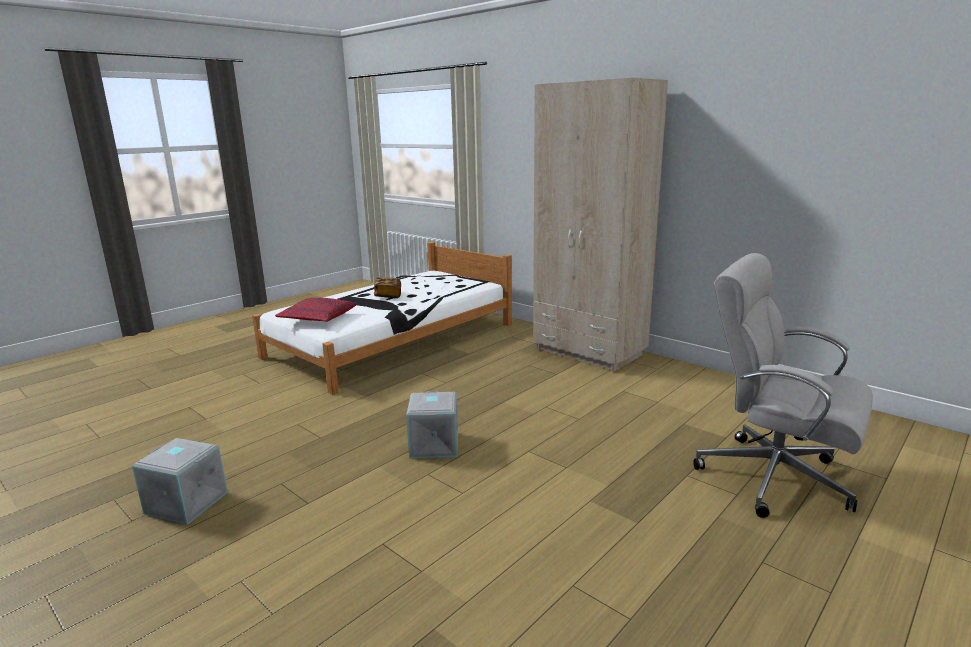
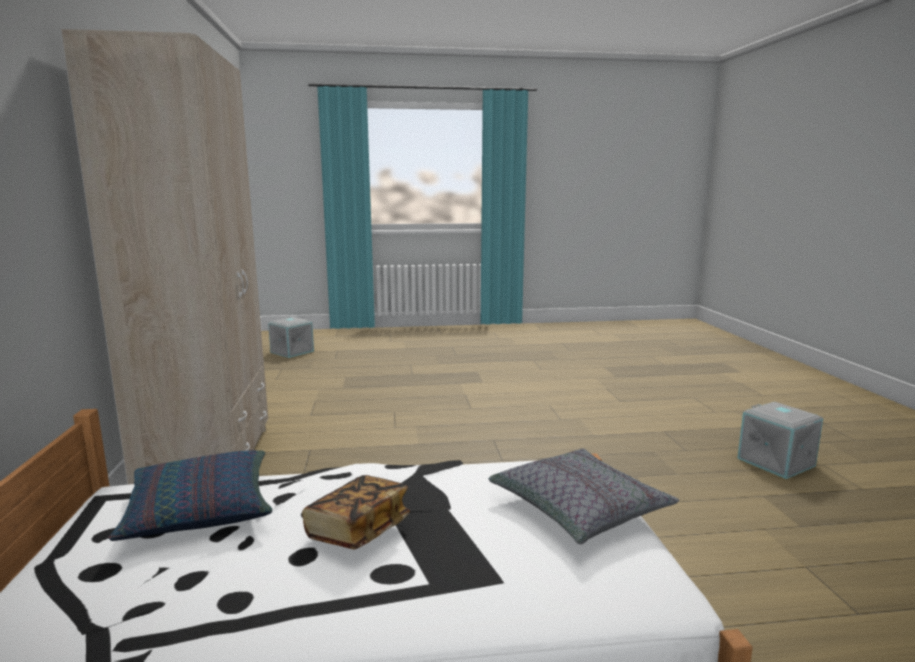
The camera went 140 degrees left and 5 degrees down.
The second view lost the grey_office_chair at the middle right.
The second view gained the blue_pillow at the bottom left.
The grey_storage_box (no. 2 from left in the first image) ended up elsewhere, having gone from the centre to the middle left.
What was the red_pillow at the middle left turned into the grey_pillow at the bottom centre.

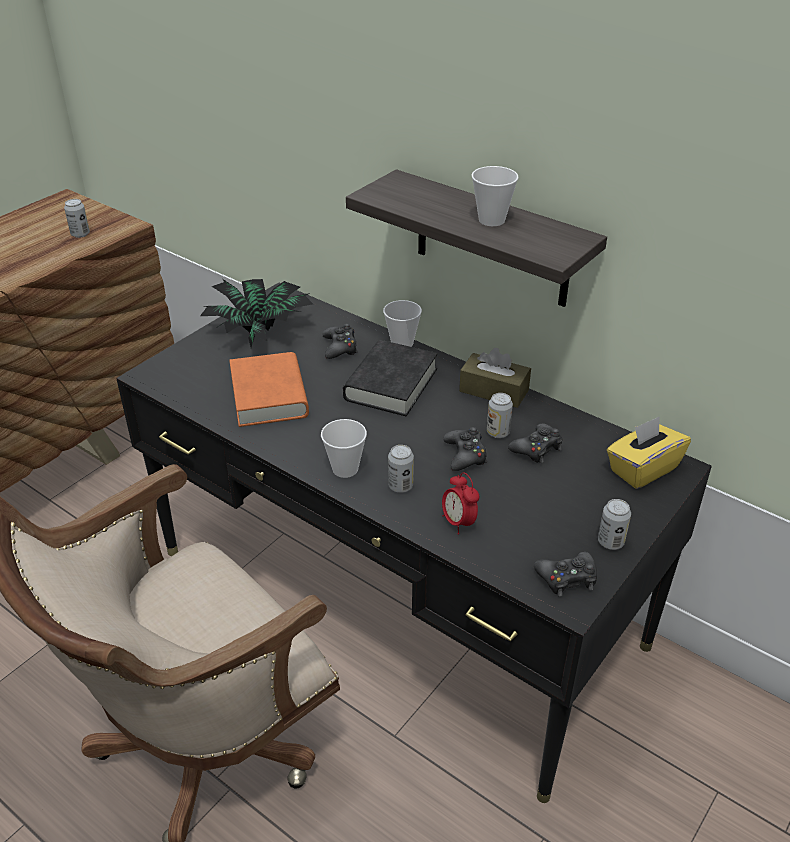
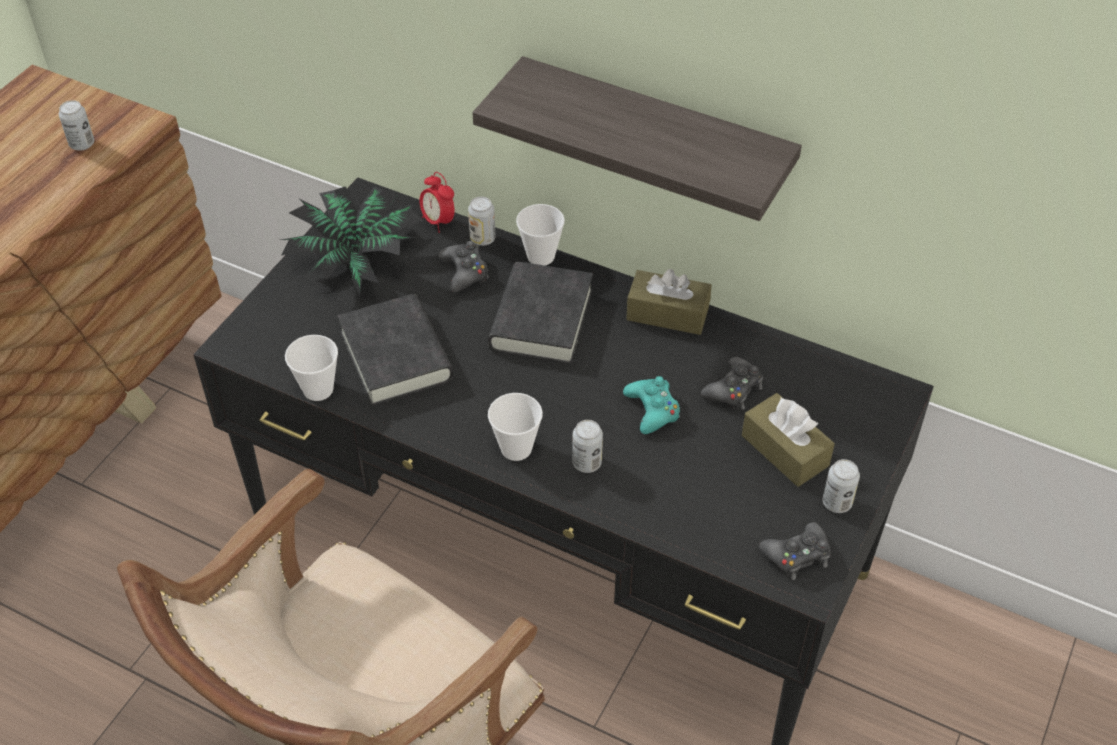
The camera went 10 degrees left and 10 degrees up.
The second view lost the yellow_tissue_box at the middle right.
The second view gained the brown_tissue_box (no. 2 from left) at the middle right.
The alarm_clock ended up elsewhere, having gone from the centre to the top centre.
The cup (no. 3 from left in the first image) ended up elsewhere, having gone from the top centre to the middle left.
The can (no. 3 from left in the first image) ended up elsewhere, having gone from the centre to the top centre.
What was the orange_book at the centre turned into the black_book (no. 1 from left) at the centre.
What was the black_game_controller (no. 2 from left) at the centre turned into the turquoise_game_controller at the centre.

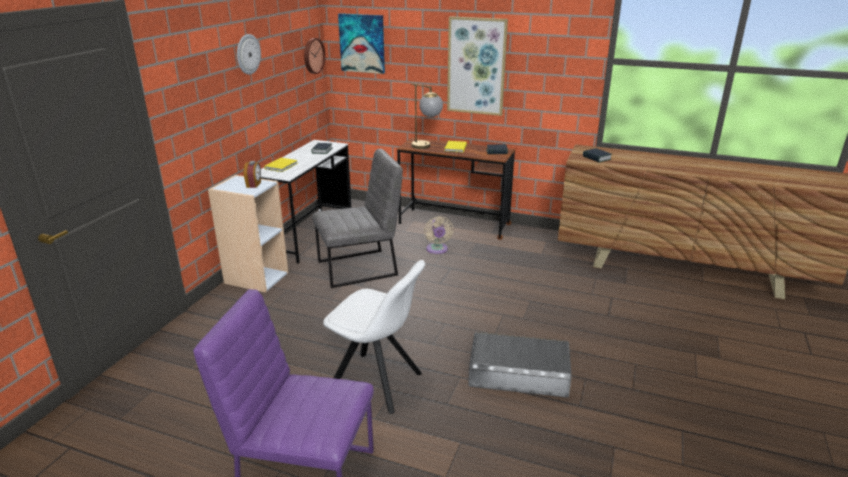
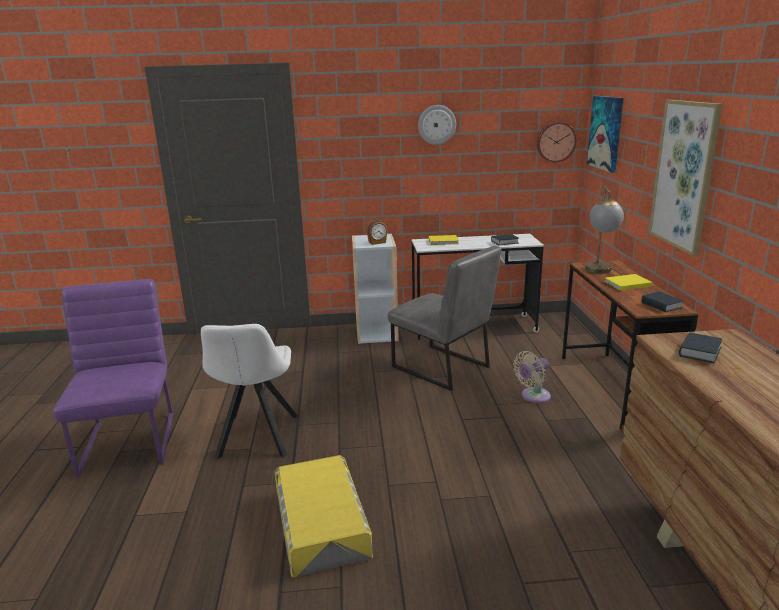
The camera went 65 degrees right and 5 degrees down.
What was the grey_storage_box at the bottom centre turned into the yellow_storage_box at the bottom centre.

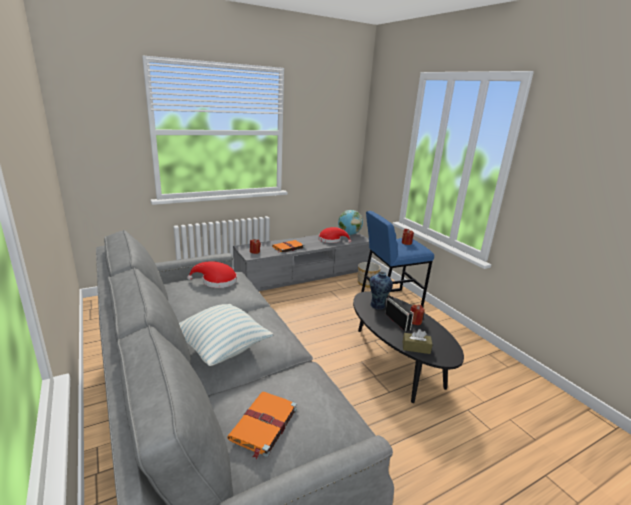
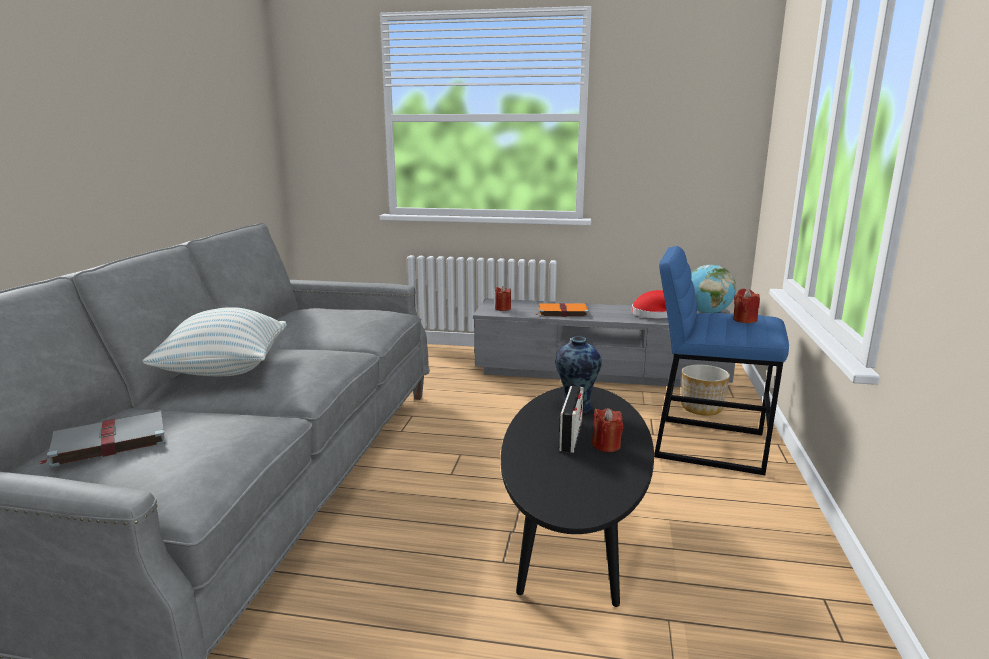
The camera went 40 degrees right and 5 degrees down.
The second view lost the red_hat (no. 1 from left) at the centre.
The second view lost the brown_tissue_box at the bottom centre.
What was the orange_book (no. 1 from left) at the bottom centre turned into the grey_book at the middle left.

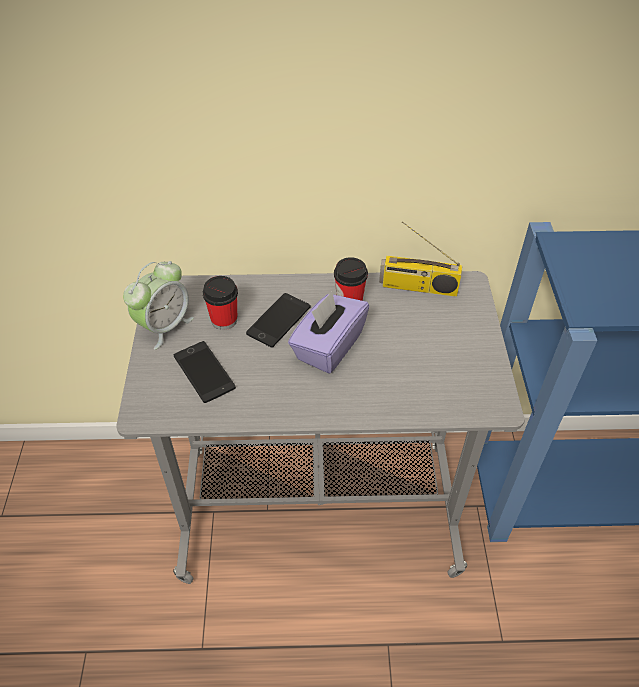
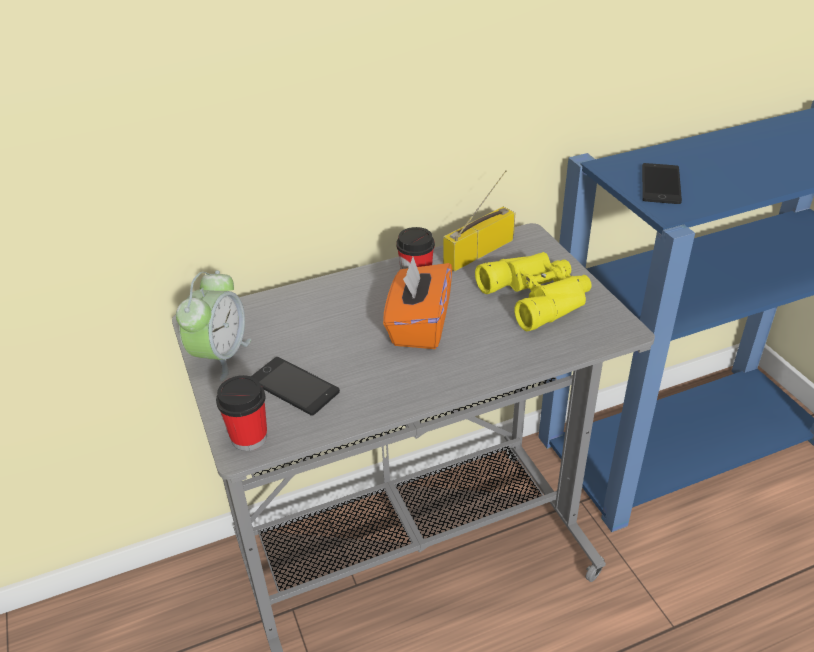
The camera went 20 degrees left and 10 degrees down.
The second view gained the yellow_binoculars at the centre.
The cup (no. 1 from left) ended up elsewhere, having gone from the centre to the middle left.
The phone (no. 2 from left) ended up elsewhere, having gone from the centre to the top right.
What was the purple_tissue_box at the centre turned into the orange_tissue_box at the centre.
The radio at the centre ended up facing another way, 150 degrees clockwise from before.

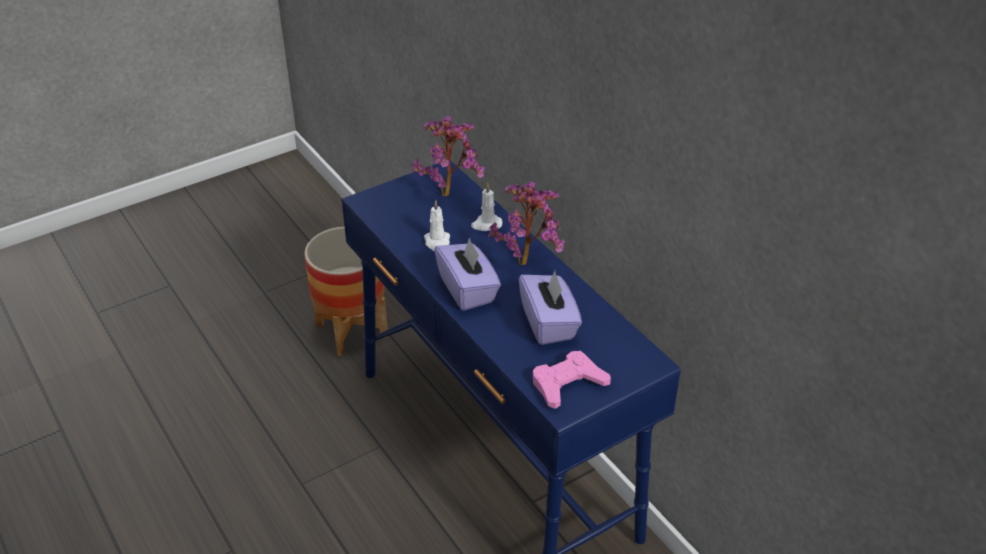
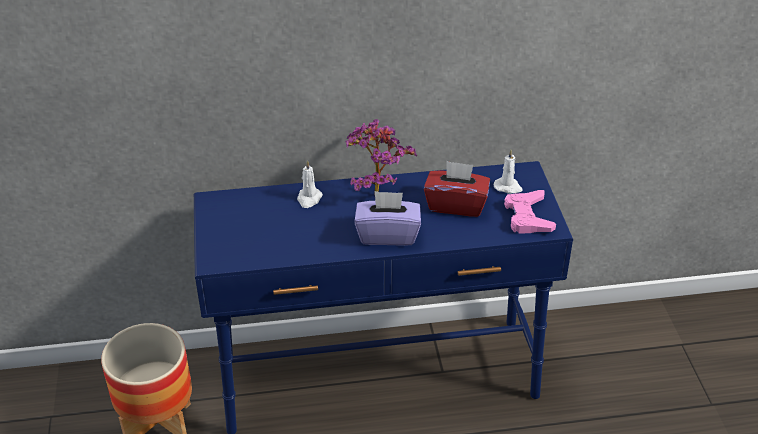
The camera went 65 degrees left and 0 degrees up.
The second view lost the potted_plant (no. 1 from left) at the top centre.
The white_candle (no. 1 from left in the first image) ended up elsewhere, having gone from the centre to the middle right.
What was the purple_tissue_box (no. 2 from left) at the centre turned into the red_tissue_box at the centre.

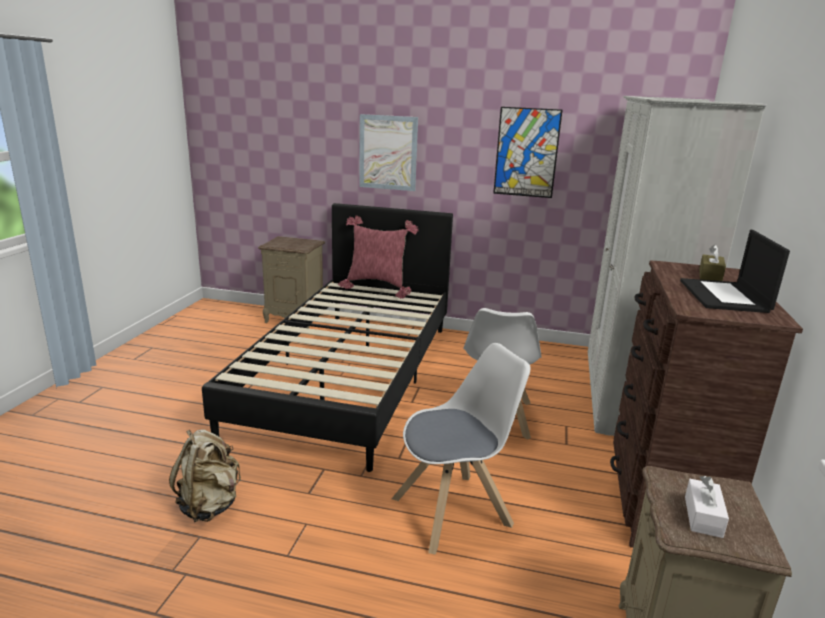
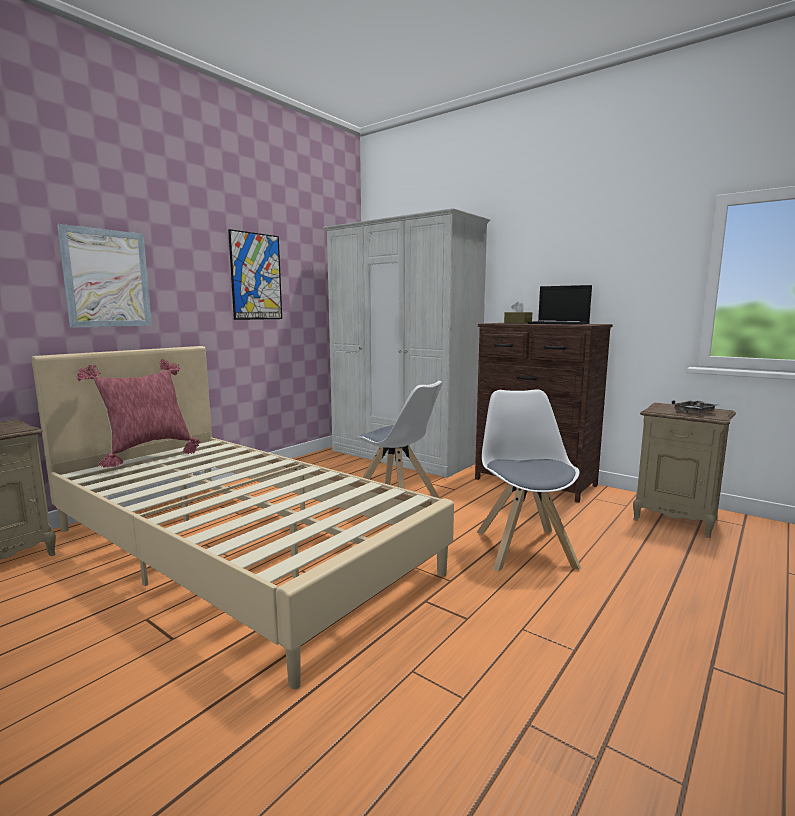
The camera went 65 degrees left and 10 degrees down.
The second view lost the beige_backpack at the bottom left.
Where the white_tissue_box stood at the bottom right, the grey_tray came to stand at the middle right.
What was the black_bed at the centre turned into the beige_bed at the middle left.

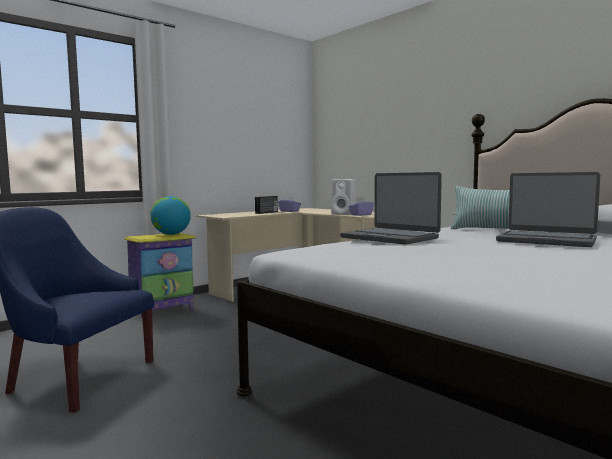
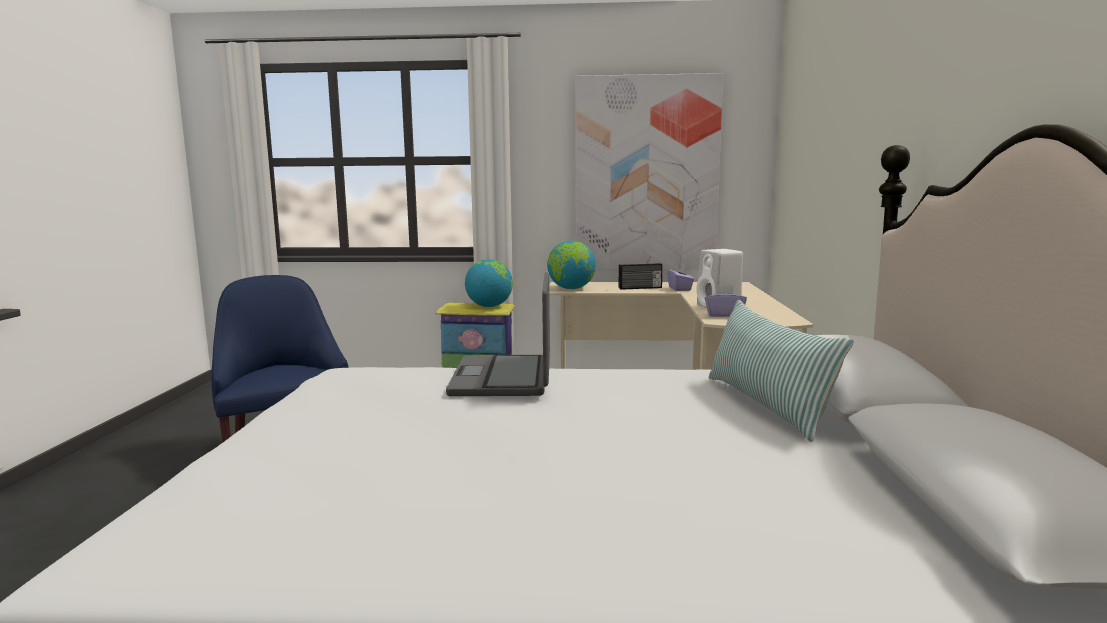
The camera went 45 degrees right and 5 degrees up.
The second view lost the laptop (no. 2 from left) at the middle right.
The second view gained the globe (no. 2 from left) at the centre.
The second view gained the picture at the top centre.

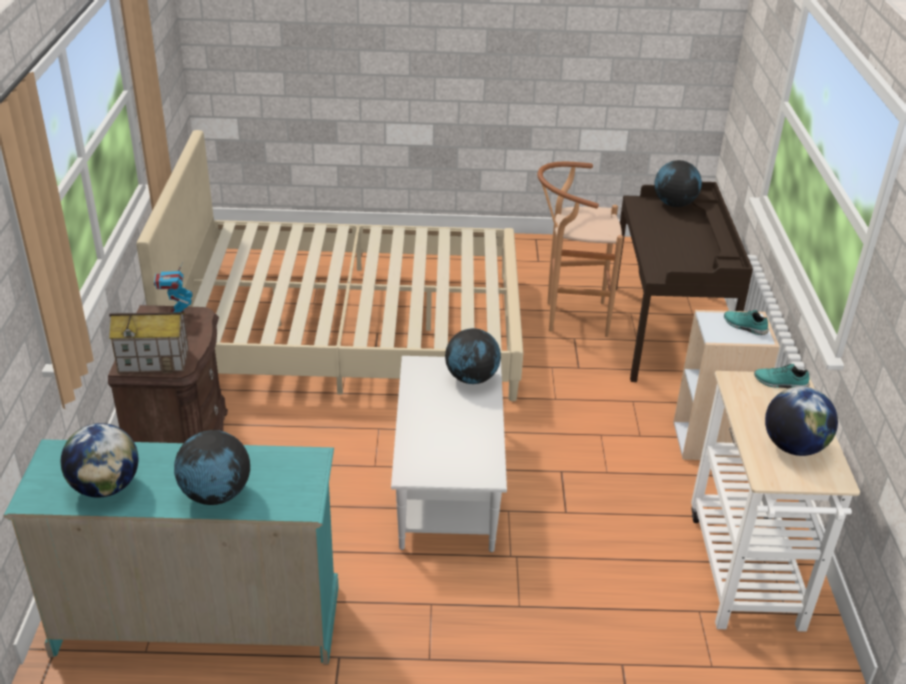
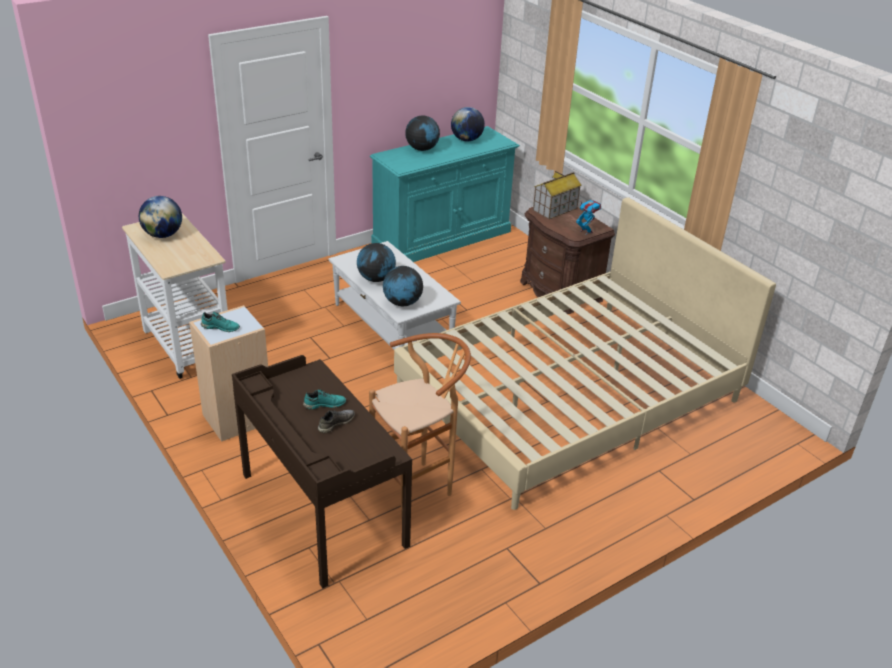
The camera went 145 degrees right and 0 degrees up.
The second view gained the grey_shoe at the centre.
The globe (no. 4 from left in the first image) ended up elsewhere, having gone from the top right to the centre.
The turquoise_shoe (no. 2 from left) ended up elsewhere, having gone from the middle right to the centre.

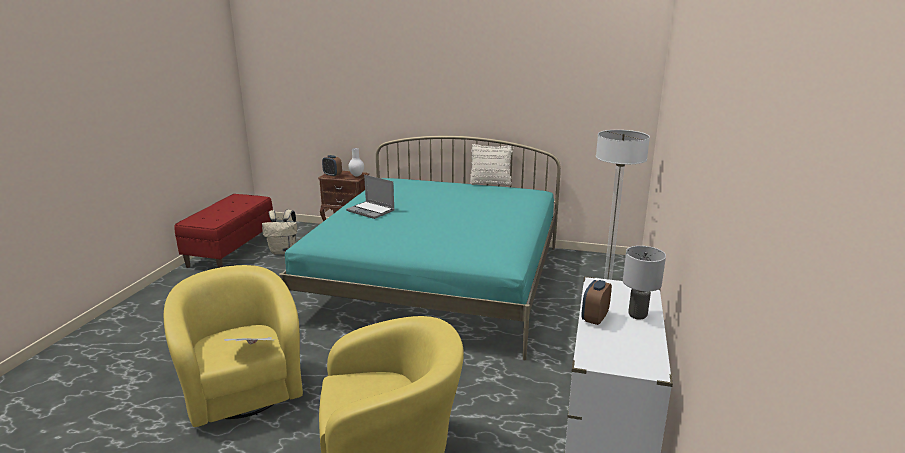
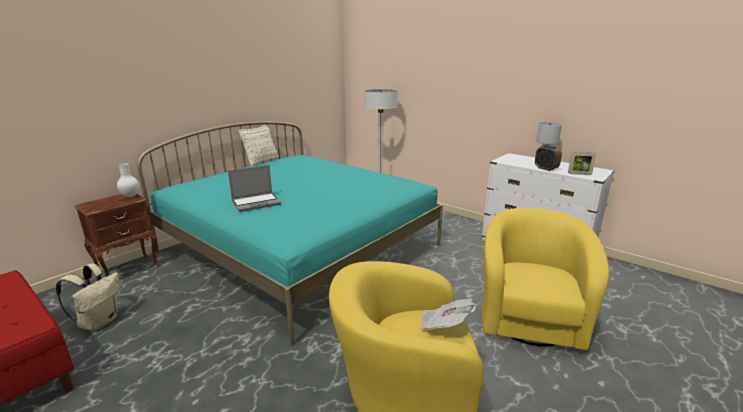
The camera went 65 degrees left and 0 degrees up.
The second view lost the alarm_clock (no. 1 from left) at the centre.
The second view gained the picture_frame at the middle right.

